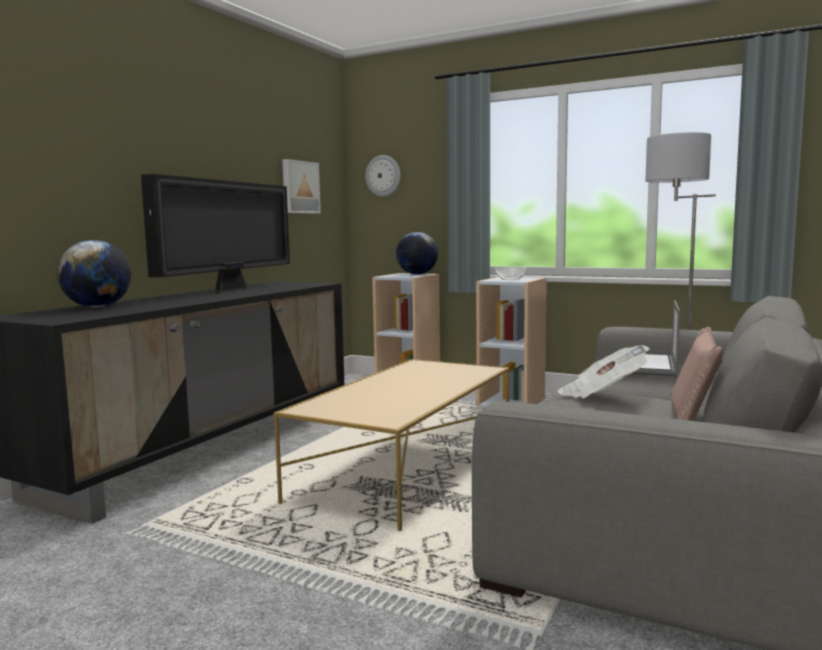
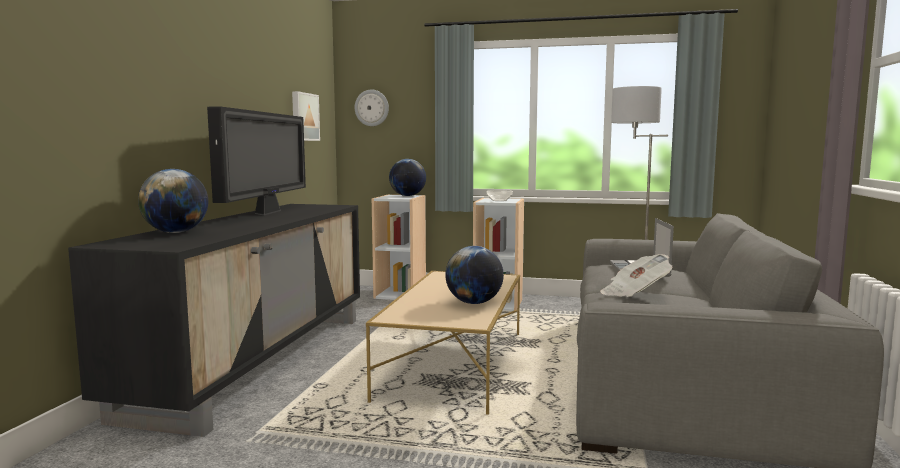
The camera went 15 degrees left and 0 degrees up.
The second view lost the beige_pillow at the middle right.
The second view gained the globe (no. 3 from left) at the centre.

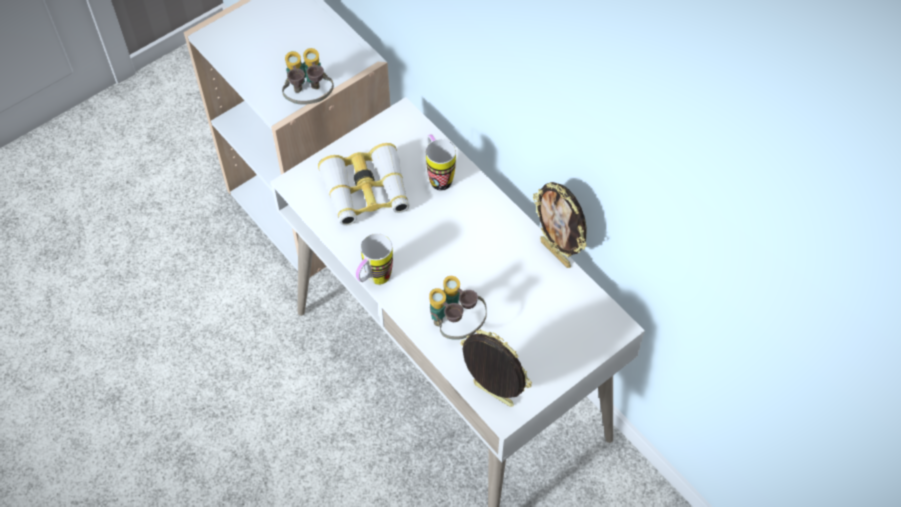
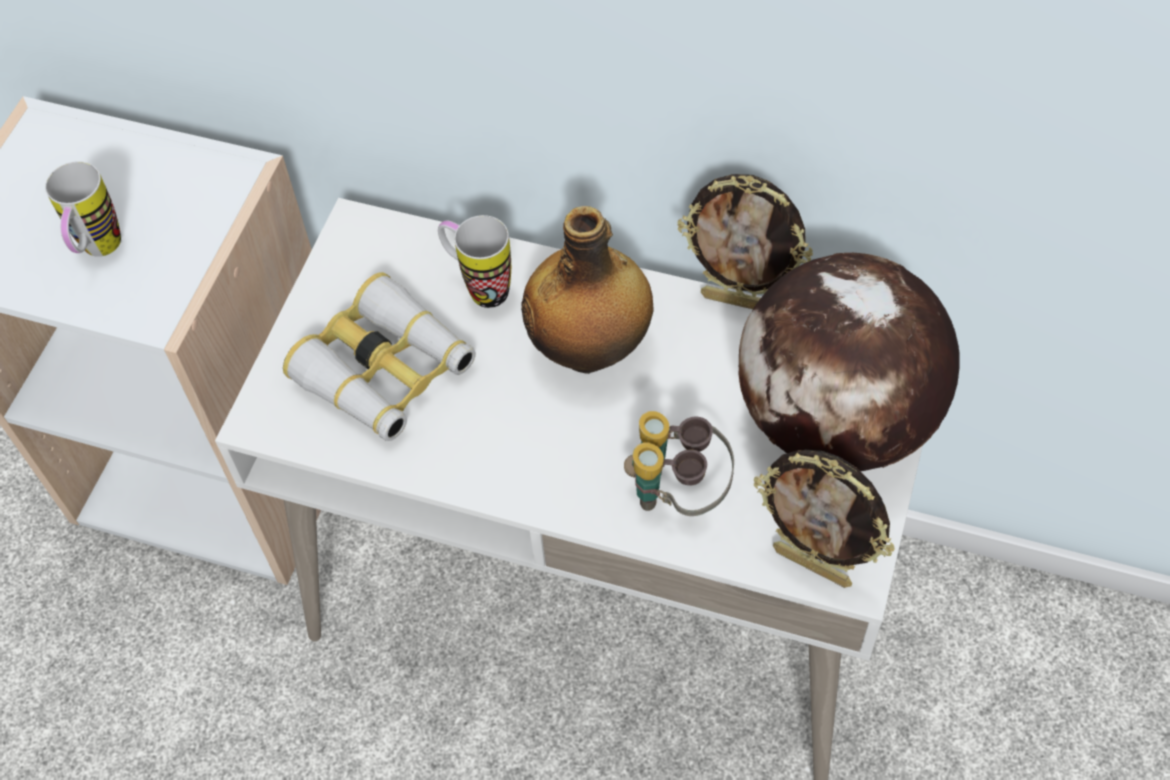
The camera went 30 degrees left and 0 degrees up.
The second view lost the binoculars (no. 1 from left) at the top centre.
The second view gained the bottle at the centre.
The second view gained the globe at the middle right.
The mug (no. 1 from left) ended up elsewhere, having gone from the centre to the top left.
The picture_frame (no. 1 from left in the first image) at the bottom centre ended up facing another way, 150 degrees counterclockwise from before.

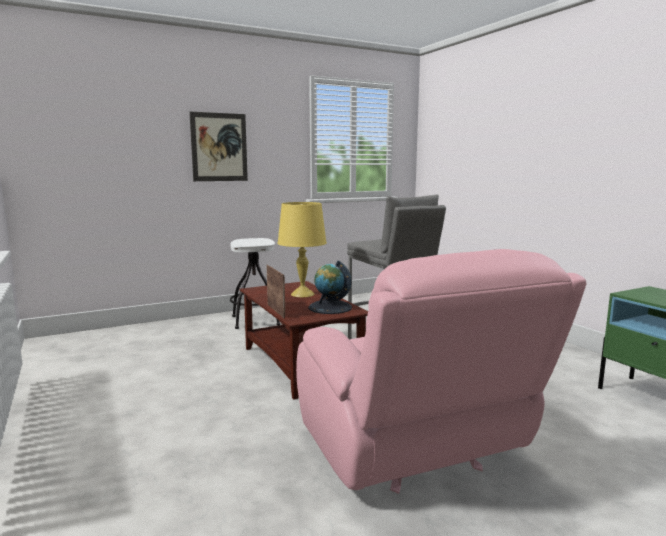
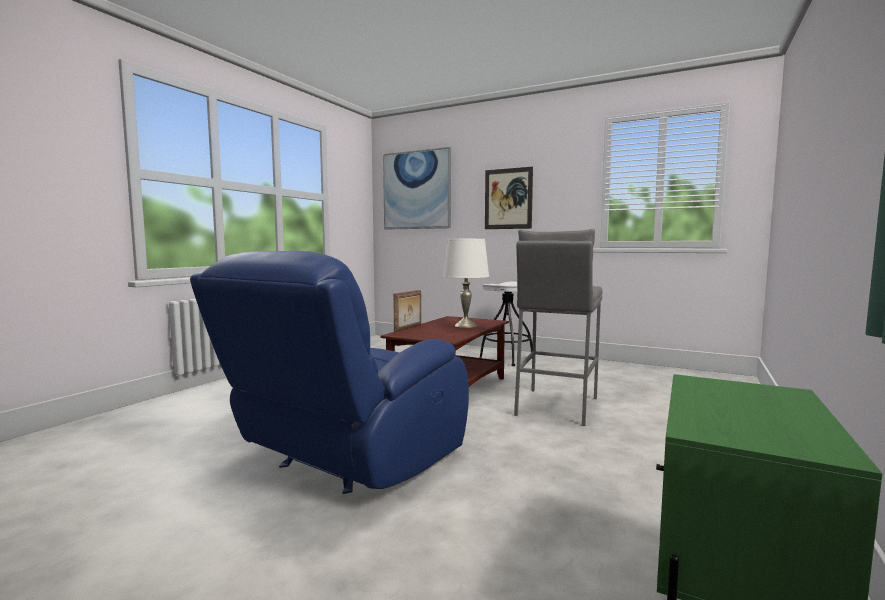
The camera went 55 degrees right and 5 degrees down.
The second view lost the globe at the centre.
The second view gained the picture (no. 1 from left) at the top centre.
What was the yellow_table_lamp at the centre turned into the white_table_lamp at the centre.
What was the pink_armchair at the bottom centre turned into the blue_armchair at the centre.

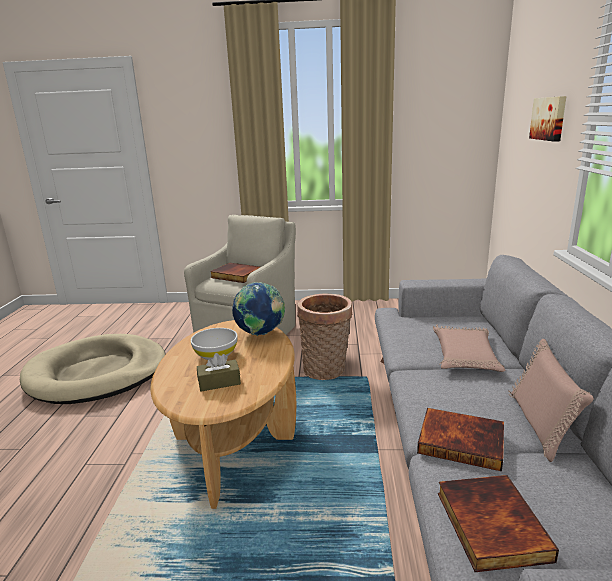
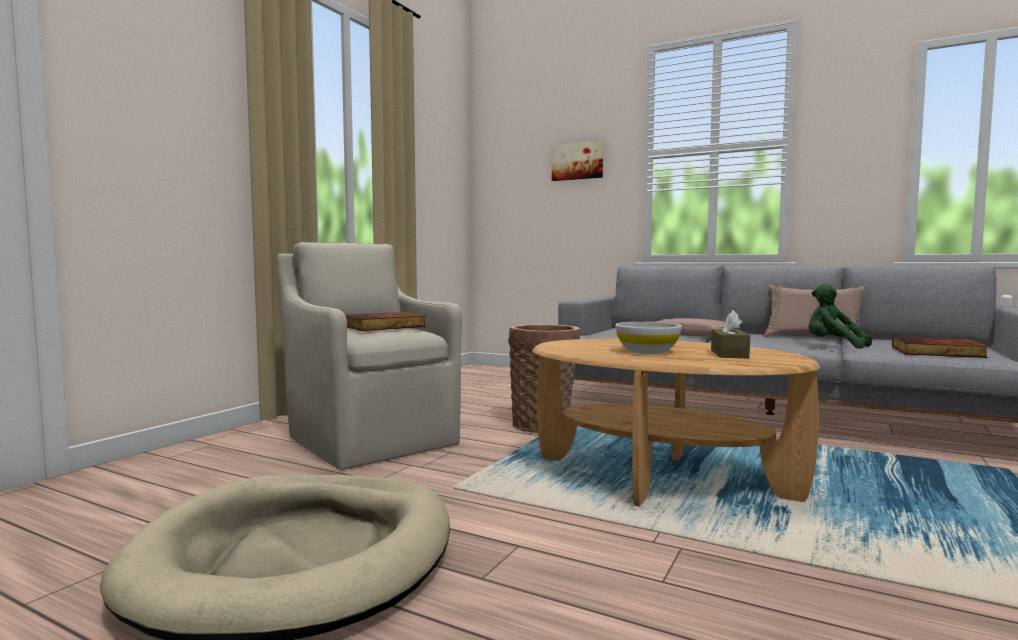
The camera went 65 degrees left and 15 degrees down.
The second view lost the globe at the centre.
Where the book (no. 2 from left) stood at the bottom right, the green_plush_toy came to stand at the middle right.

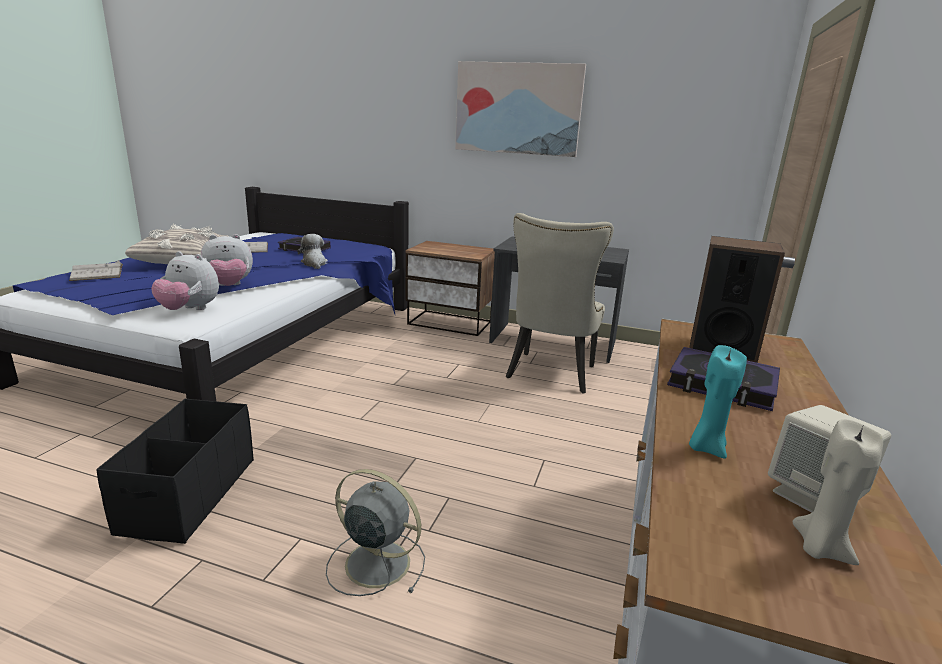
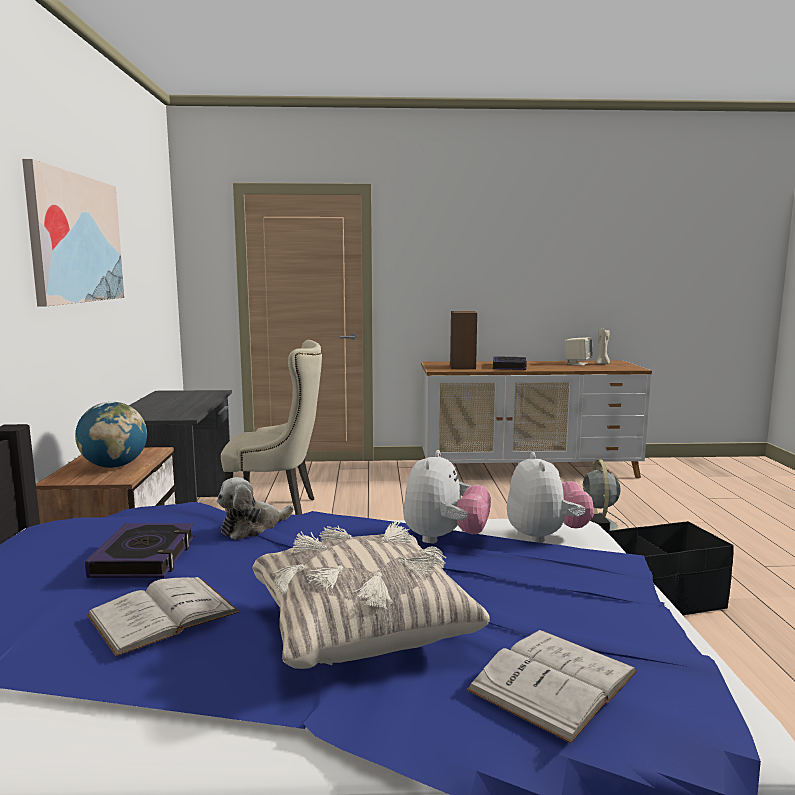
The camera went 110 degrees left and 10 degrees down.
The second view lost the turquoise_candle at the middle right.
The second view gained the globe at the middle left.
The plush_toy (no. 2 from left) at the middle left ended up facing another way, 60 degrees clockwise from before.

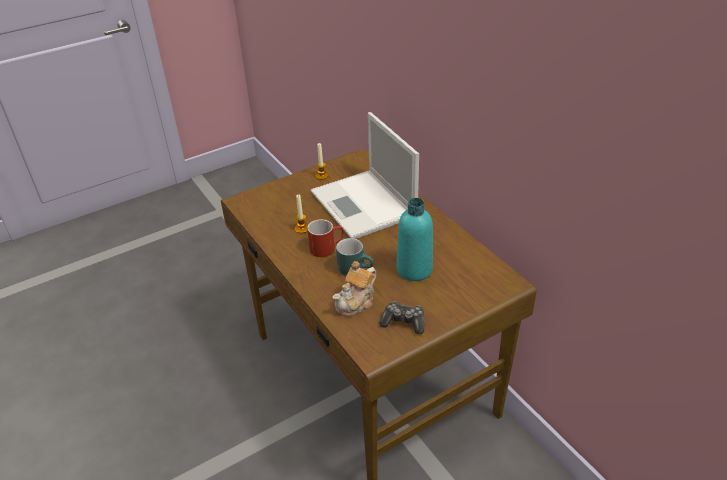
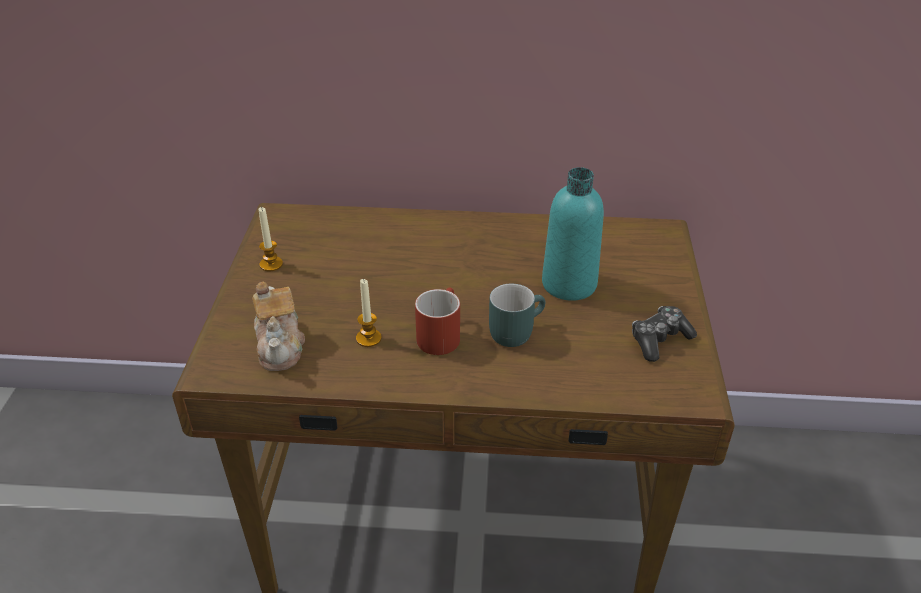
The camera went 55 degrees left and 0 degrees up.
The second view lost the laptop at the centre.
The teapot ended up elsewhere, having gone from the centre to the middle left.

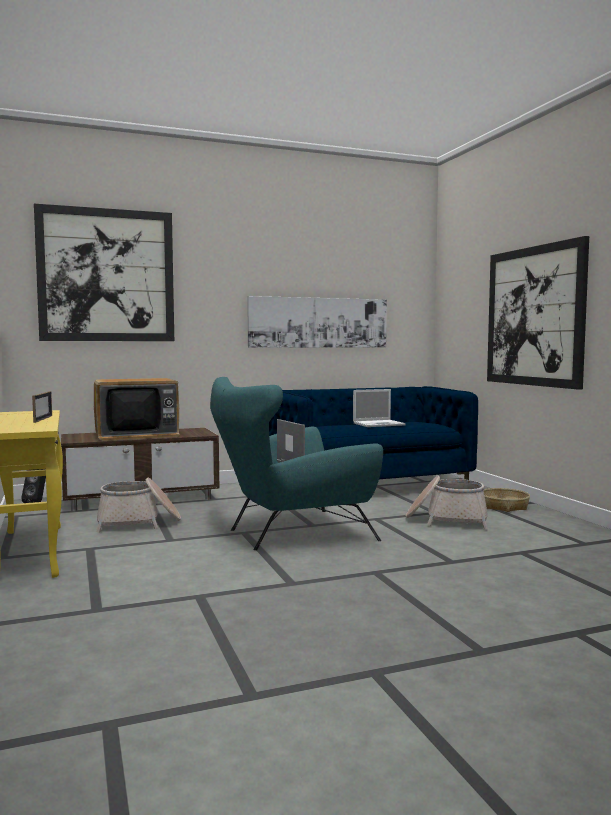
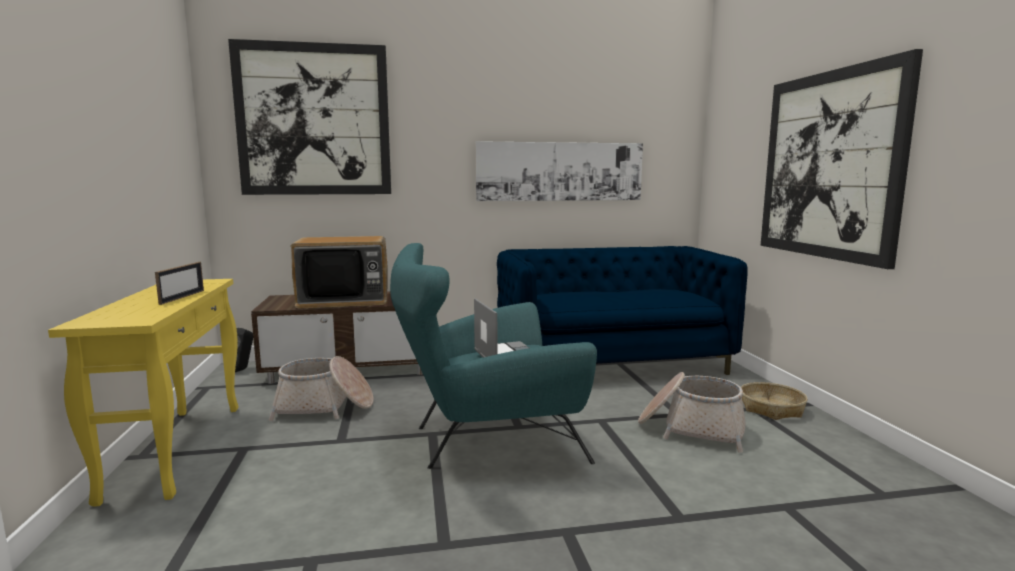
The camera went 10 degrees right and 5 degrees up.
The second view lost the laptop (no. 2 from left) at the centre.

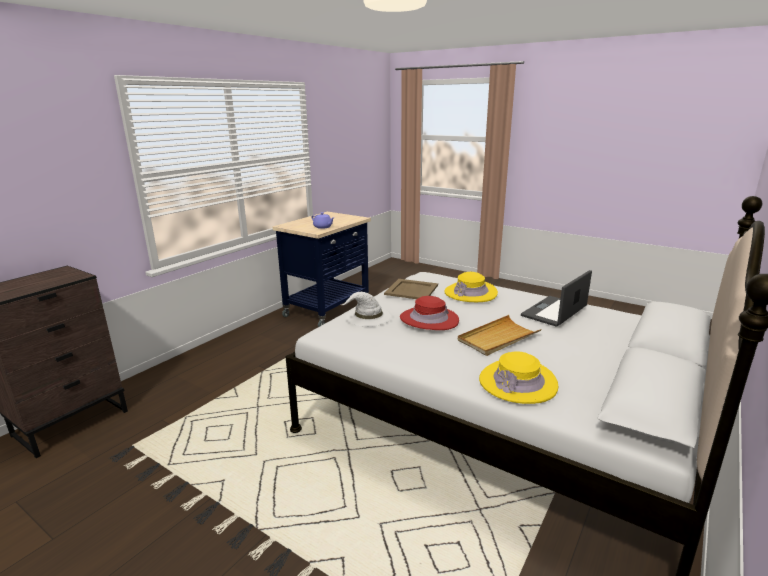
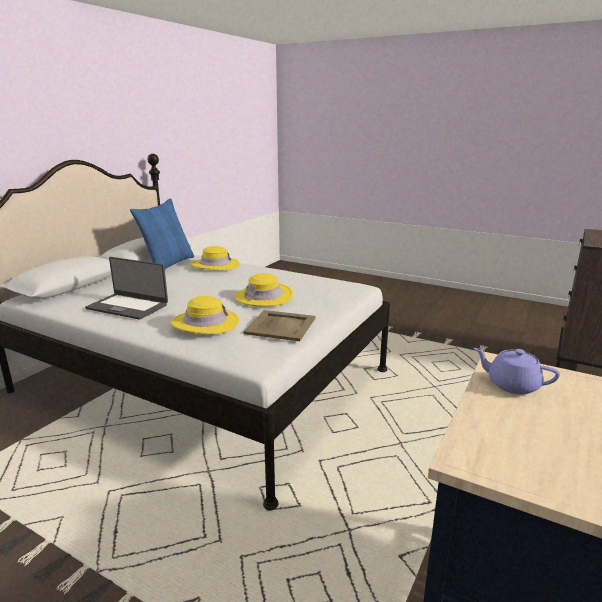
The camera went 175 degrees right and 0 degrees up.
The second view lost the white_hat at the centre.
The second view lost the beige_tray (no. 2 from left) at the centre.
The second view gained the blue_pillow at the middle left.
What was the red_hat at the centre turned into the yellow_hat (no. 3 from left) at the centre.
The laptop at the middle right ended up facing another way, 75 degrees clockwise from before.

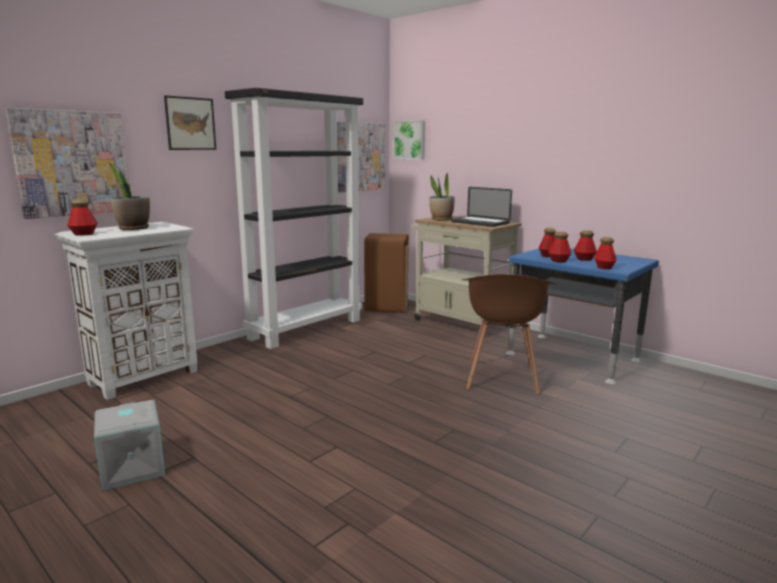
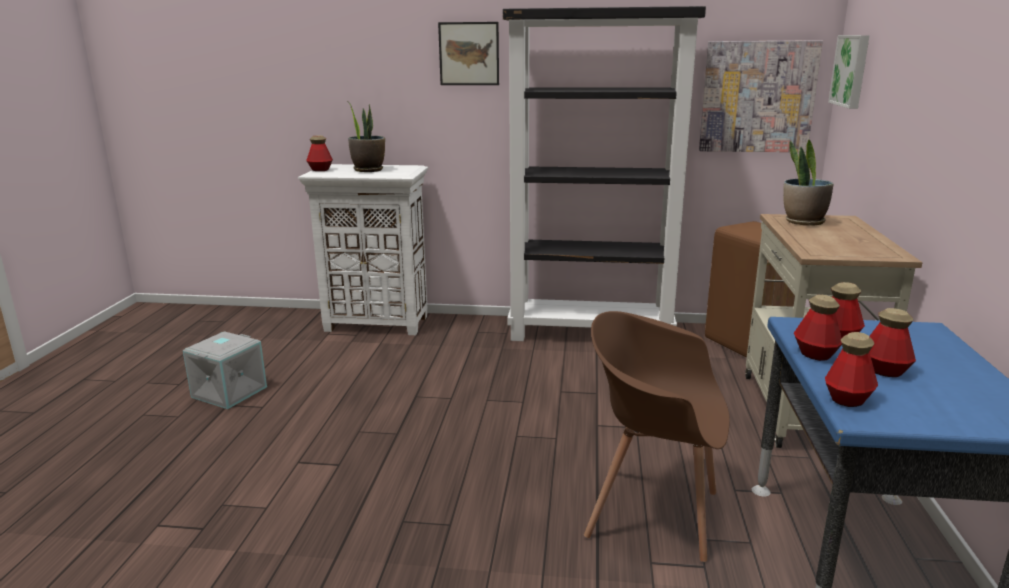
The camera went 55 degrees right and 5 degrees up.
The second view lost the picture (no. 1 from left) at the top left.
The second view lost the laptop at the centre.
The brown_chair at the centre ended up facing another way, 45 degrees clockwise from before.

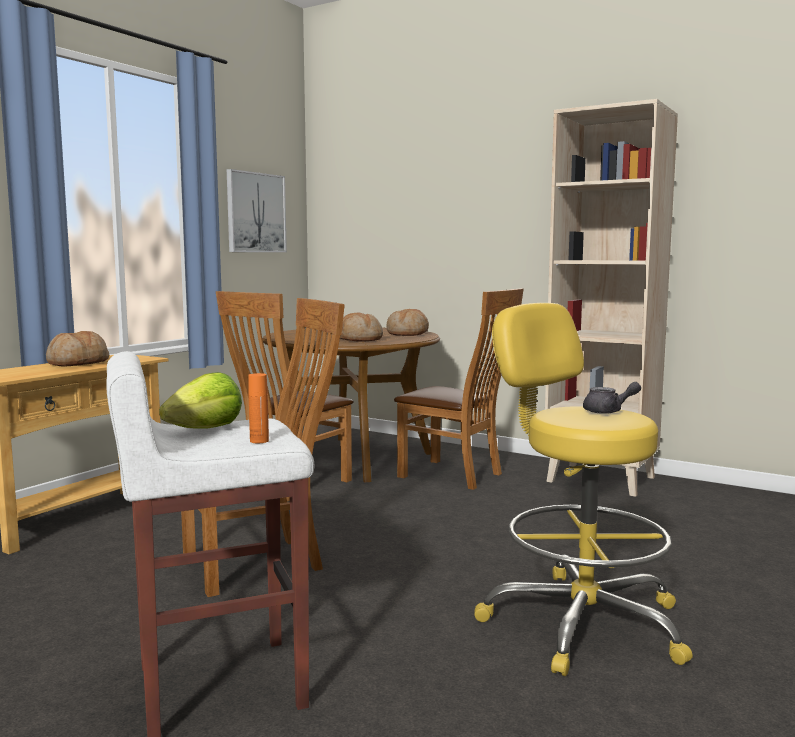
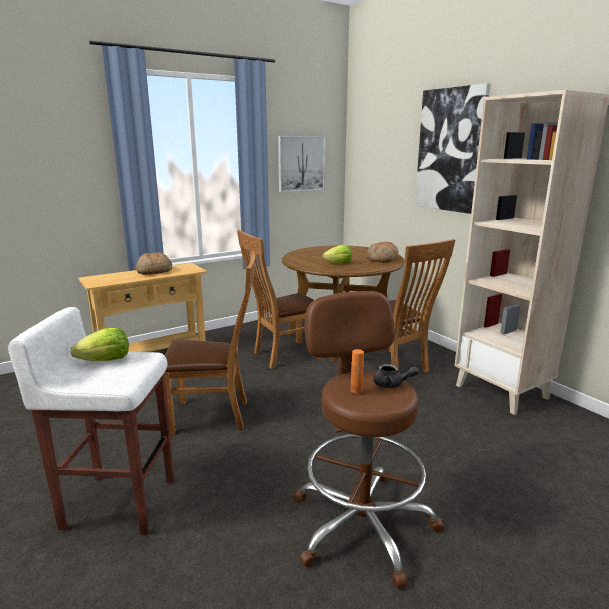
The camera went 25 degrees right and 10 degrees up.
The second view gained the picture (no. 2 from left) at the top right.
The orange_bottle ended up elsewhere, having gone from the middle left to the centre.
Where the bread (no. 2 from left) stood at the centre, the lettuce (no. 2 from left) came to stand at the centre.
What was the yellow_stool at the middle right turned into the brown_stool at the bottom centre.

